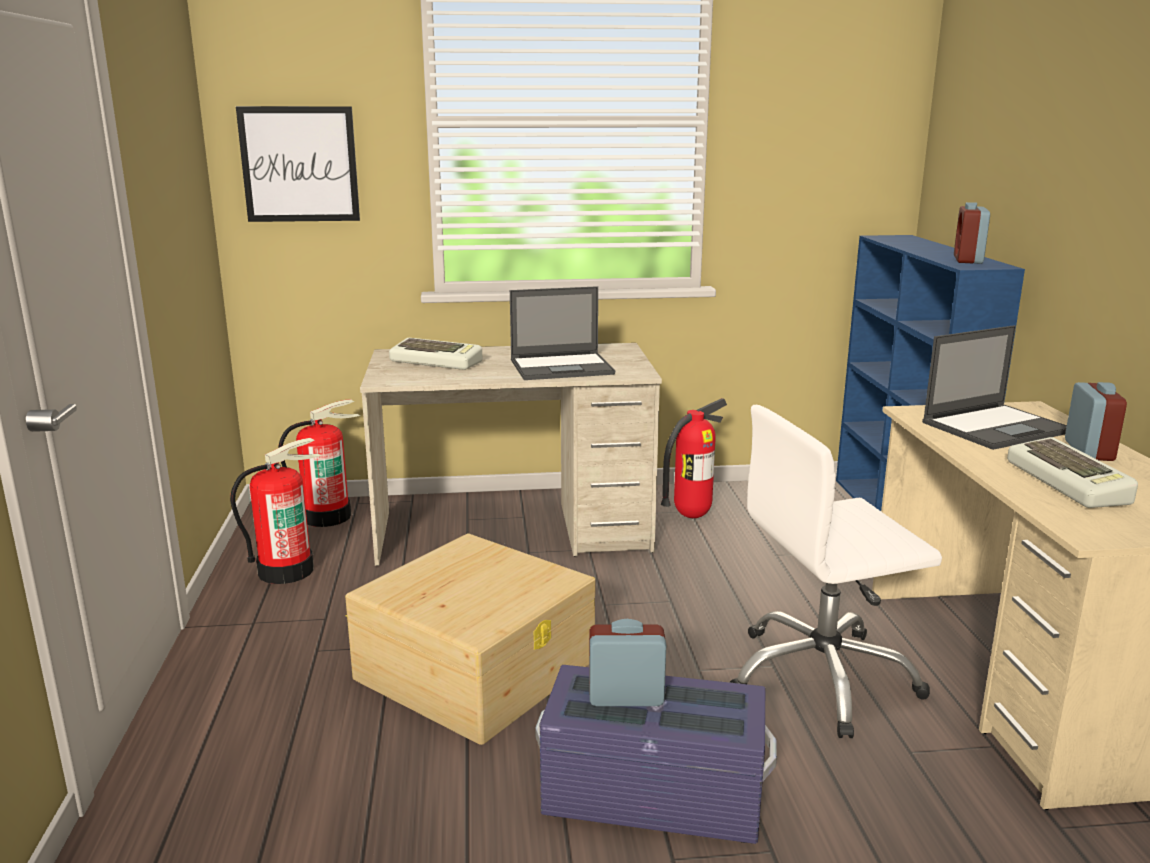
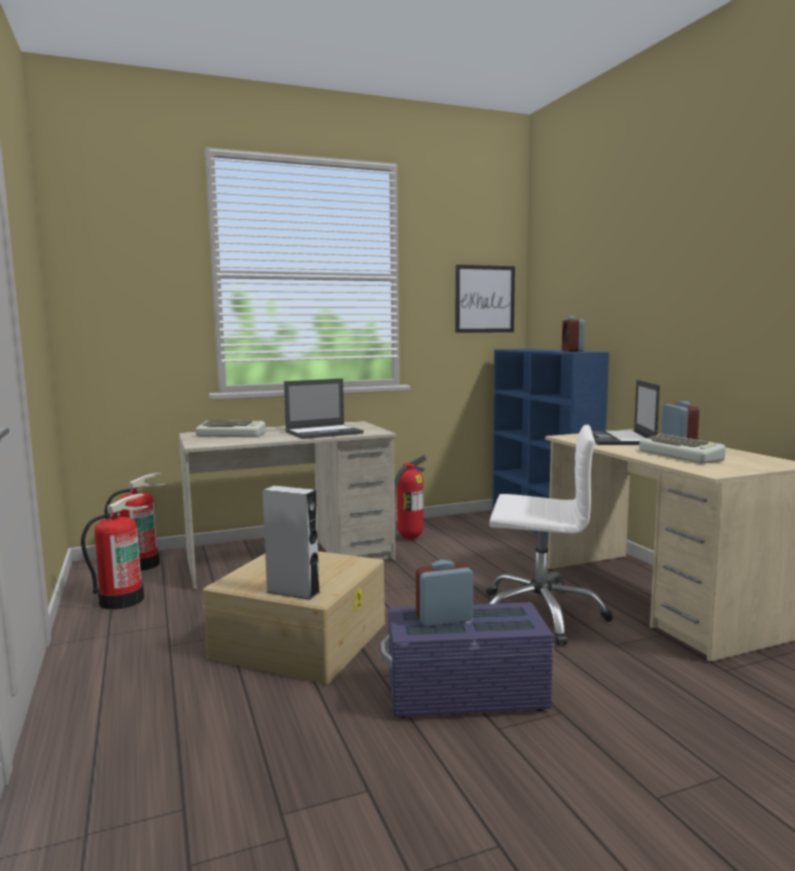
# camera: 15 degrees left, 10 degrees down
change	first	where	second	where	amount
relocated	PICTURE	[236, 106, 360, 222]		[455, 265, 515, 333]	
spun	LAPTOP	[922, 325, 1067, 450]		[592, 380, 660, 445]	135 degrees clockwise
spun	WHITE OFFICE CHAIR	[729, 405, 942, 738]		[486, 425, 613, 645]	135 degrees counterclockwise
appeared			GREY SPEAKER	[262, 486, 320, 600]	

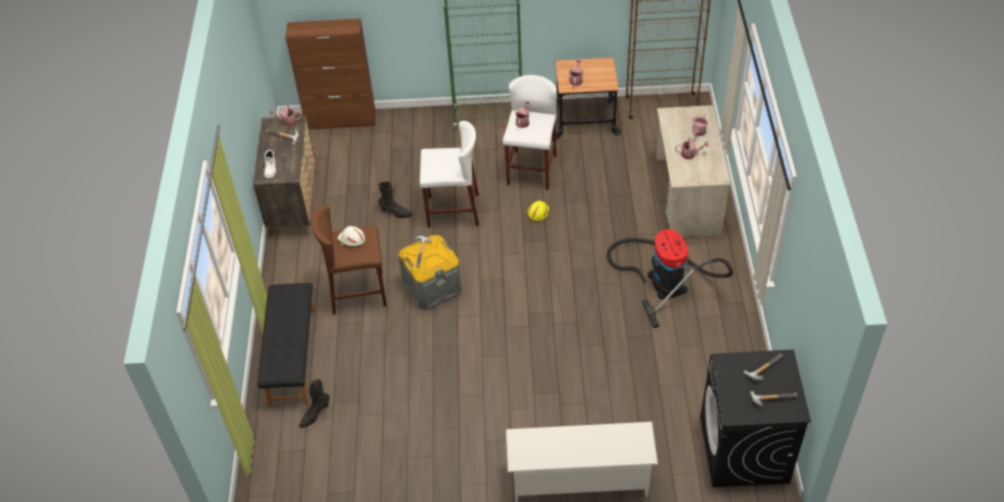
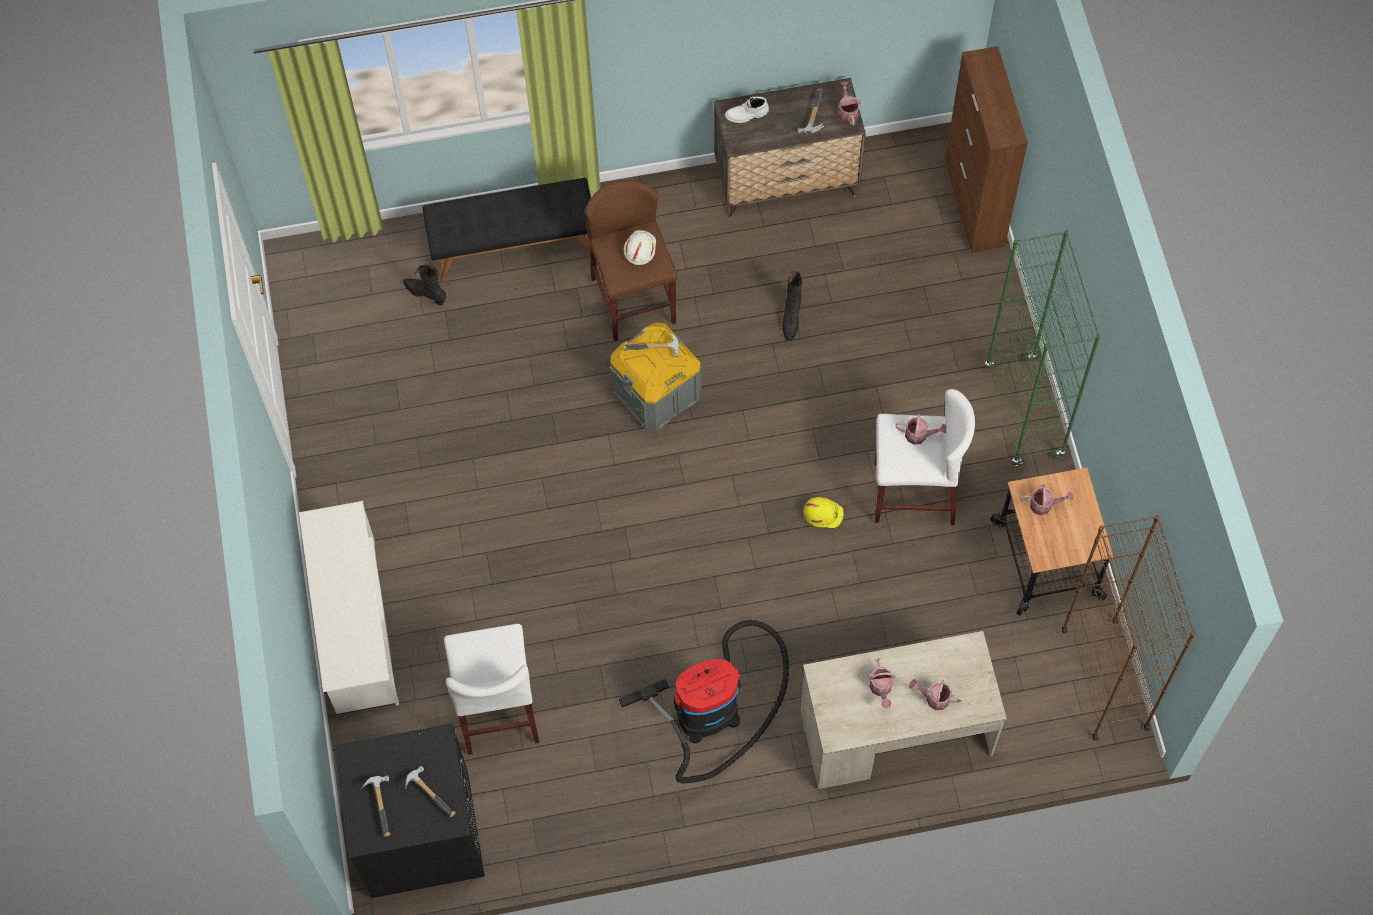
# camera: 80 degrees right, 15 degrees up
change	first	where	second	where	amount
relocated	WHITE STOOL	[420, 121, 479, 228]		[444, 624, 539, 755]	

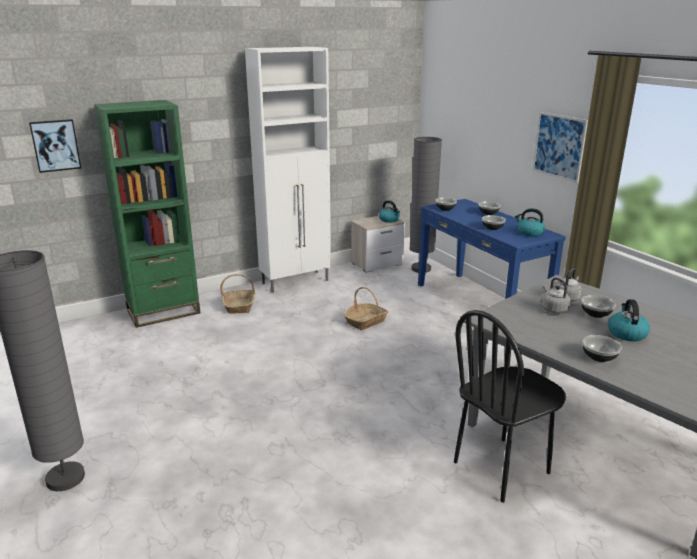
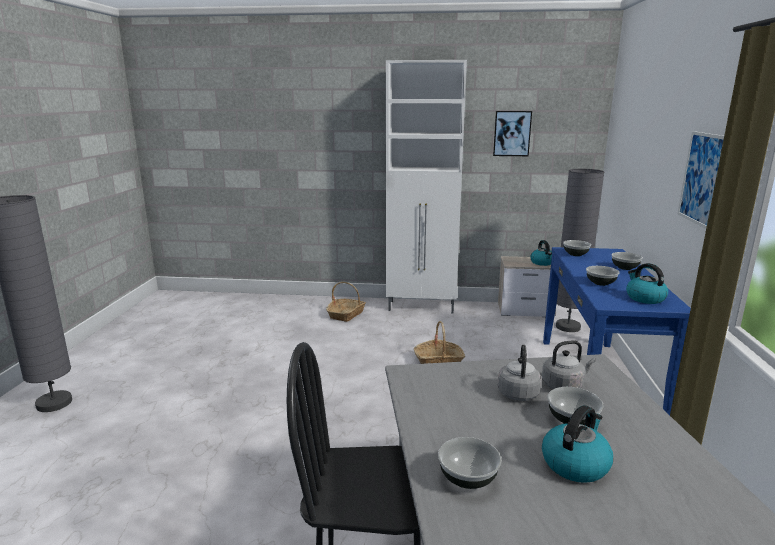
# camera: 35 degrees right, 5 degrees down
change	first	where	second	where	amount
missing	GREEN BOOKCASE	[94, 100, 200, 328]			
relocated	PICTURE	[29, 119, 81, 173]		[493, 111, 532, 156]	

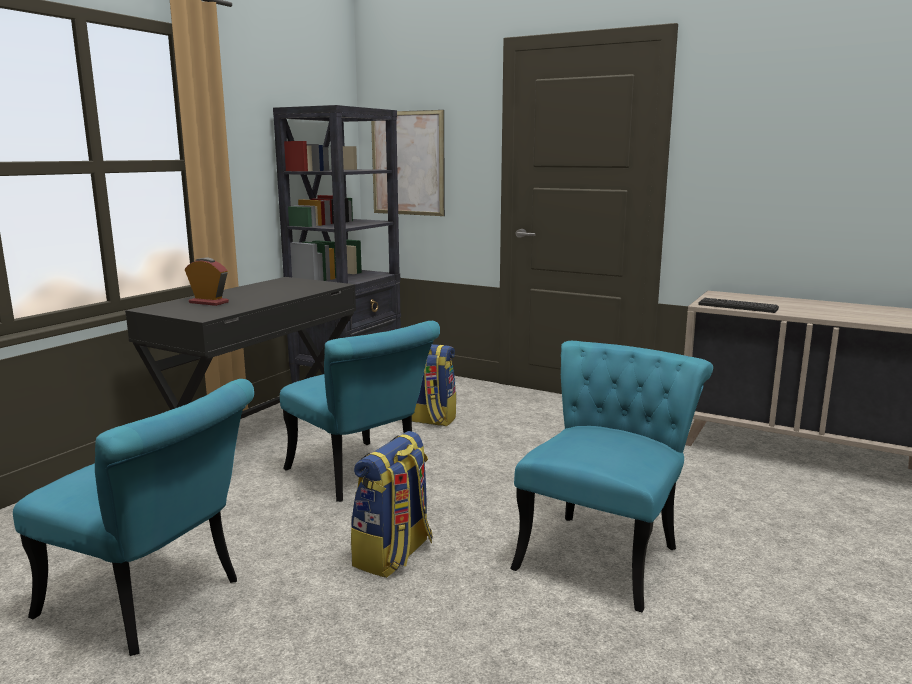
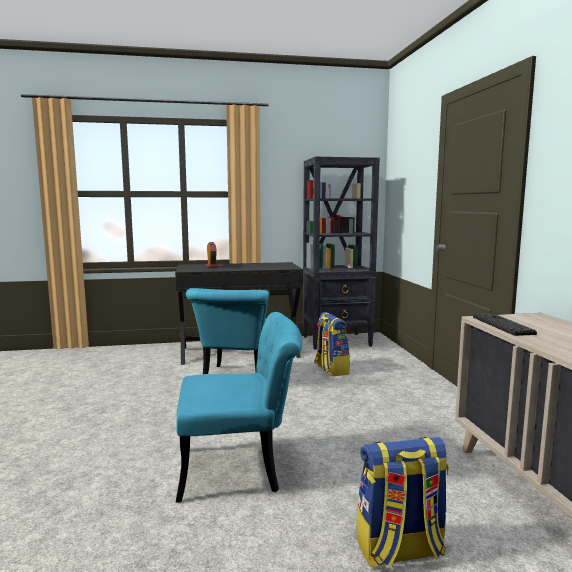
# camera: 50 degrees right, 5 degrees down
change	first	where	second	where	amount
missing	PICTURE	[371, 110, 445, 216]			
missing	TURQUOISE CHAIR	[13, 379, 254, 656]			
relocated	BACKPACK	[351, 431, 433, 578]		[357, 437, 449, 567]	

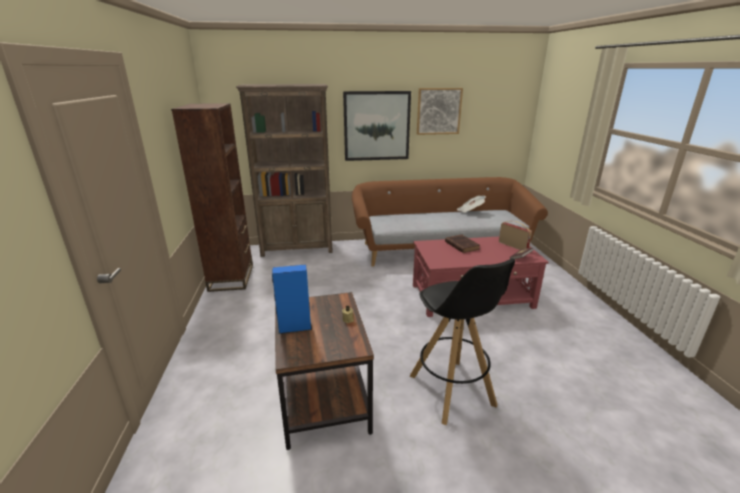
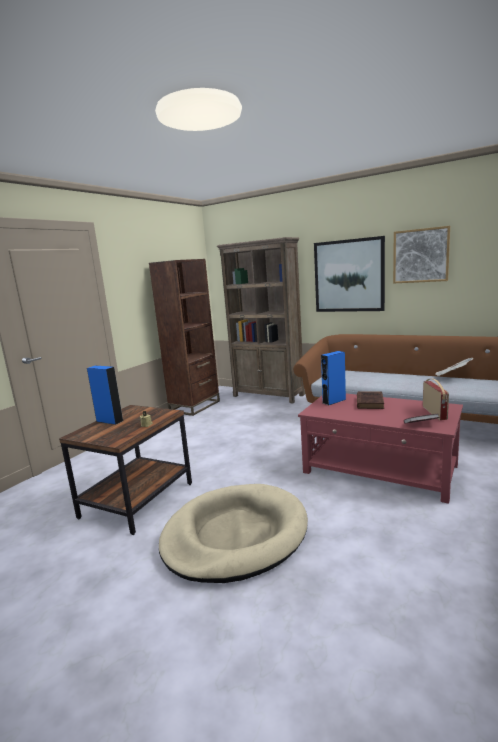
# camera: 40 degrees right, 10 degrees down
change	first	where	second	where	amount
exchanged	BLACK STOOL	[409, 258, 515, 425]	BEIGE DOG BED	[159, 484, 308, 583]	
appeared			BLUE SPEAKER	[321, 351, 346, 405]	

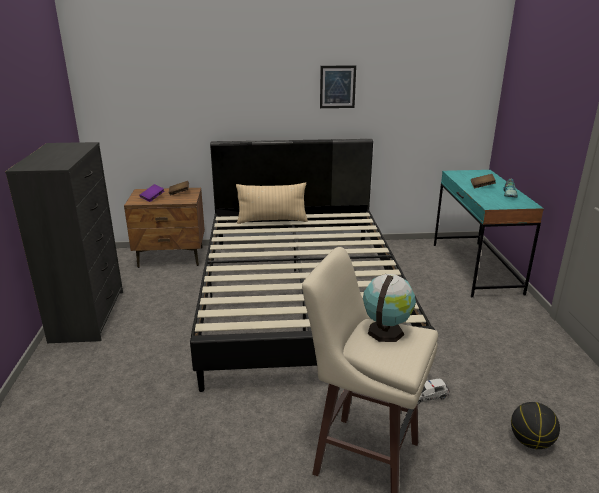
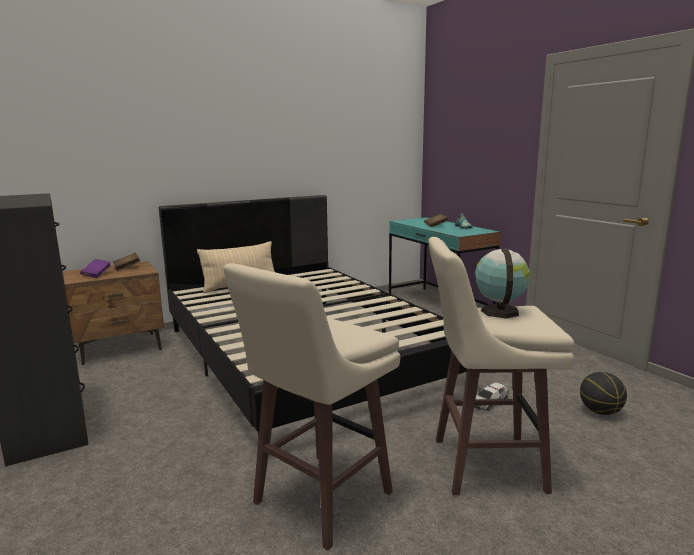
# camera: 25 degrees left, 10 degrees down
change	first	where	second	where	amount
missing	PICTURE	[320, 65, 356, 108]			
appeared			BEIGE STOOL	[223, 263, 400, 551]	

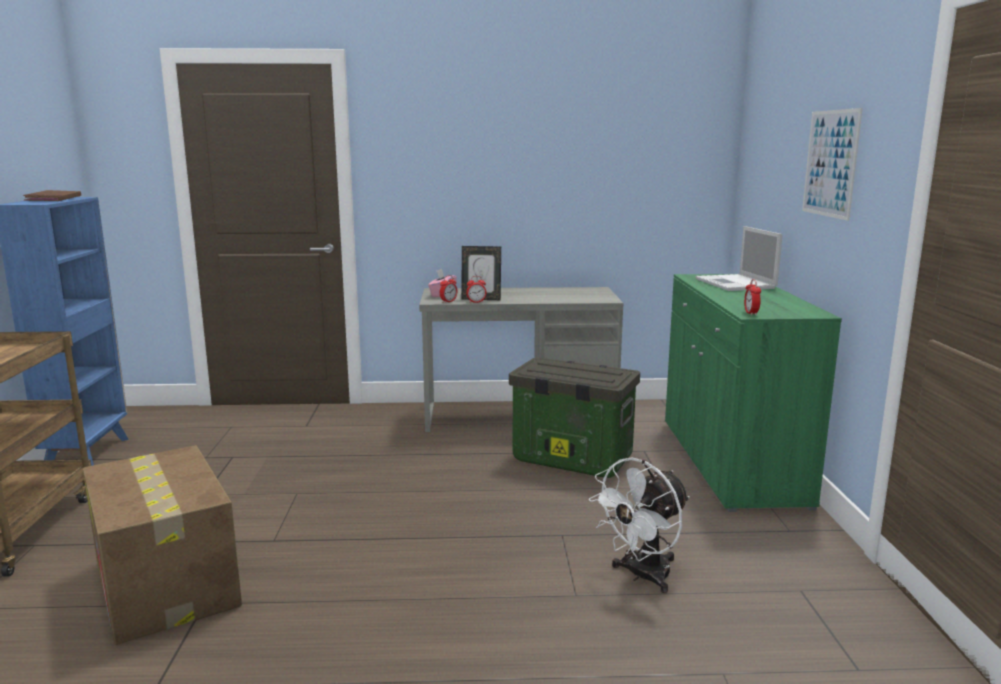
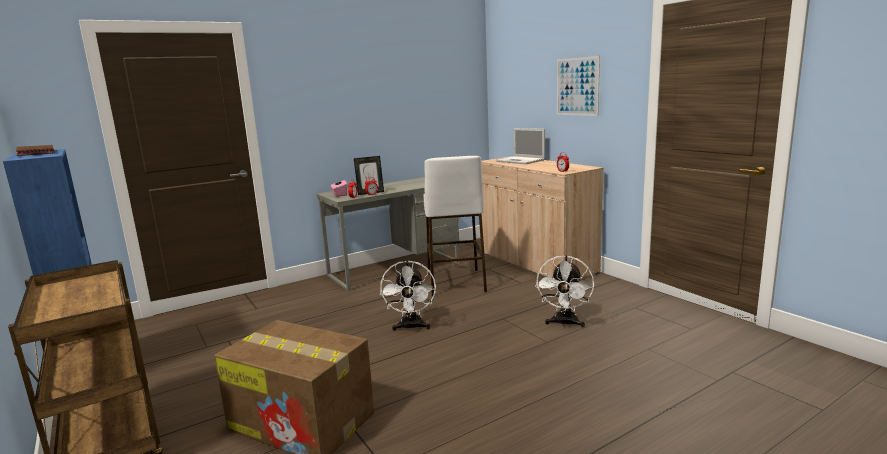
# camera: 30 degrees left, 0 degrees up
change	first	where	second	where	amount
colour	GREEN CABINET	[665, 274, 842, 512]	BEIGE CABINET	[481, 156, 604, 278]	
exchanged	STORAGE BOX	[509, 358, 640, 478]	WHITE STOOL	[423, 156, 487, 296]	
appeared			WHITE FAN	[380, 260, 436, 331]	

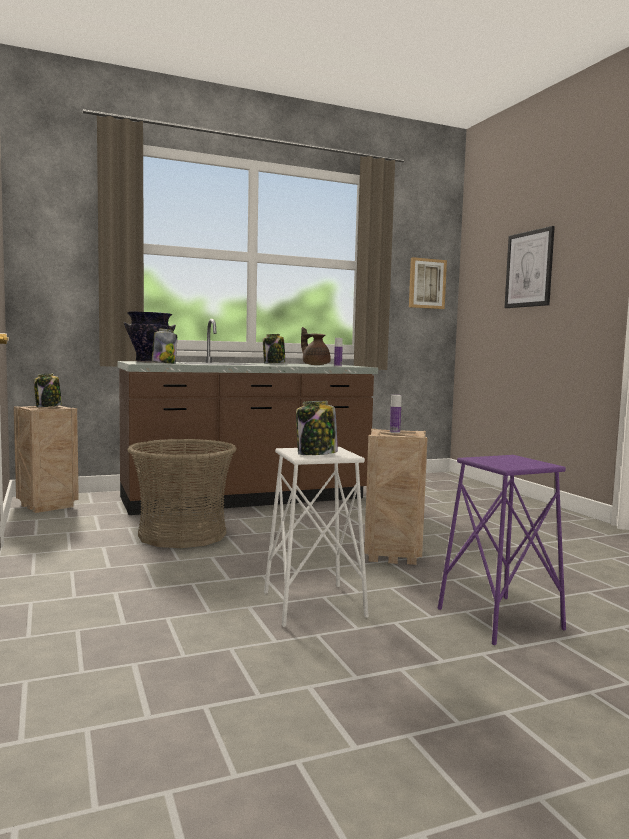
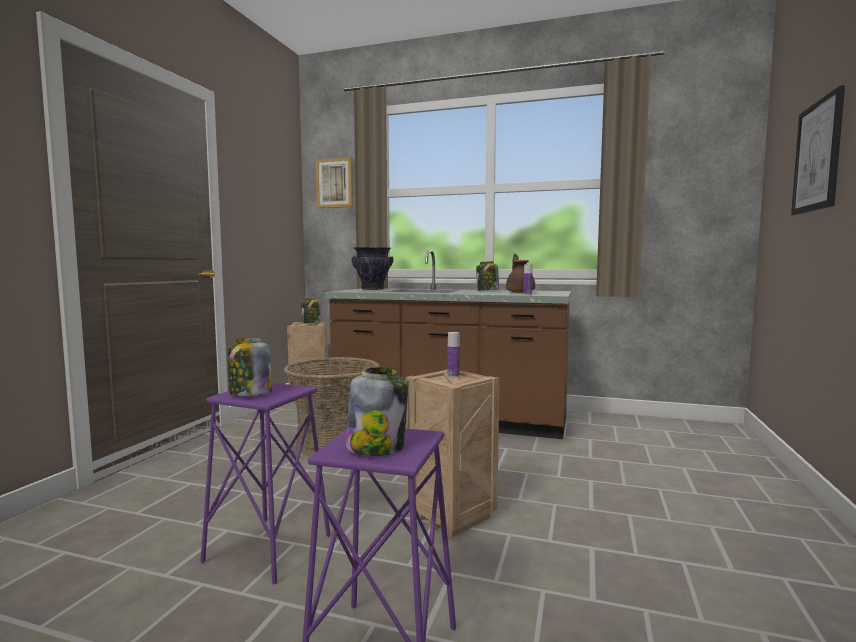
# camera: 40 degrees right, 0 degrees up
change	first	where	second	where	amount
relocated	PICTURE	[409, 257, 447, 309]		[316, 157, 353, 208]	
relocated	JAR	[152, 329, 177, 364]		[346, 367, 408, 456]	
colour	WHITE STOOL	[264, 447, 368, 627]	PURPLE STOOL	[200, 383, 331, 585]	

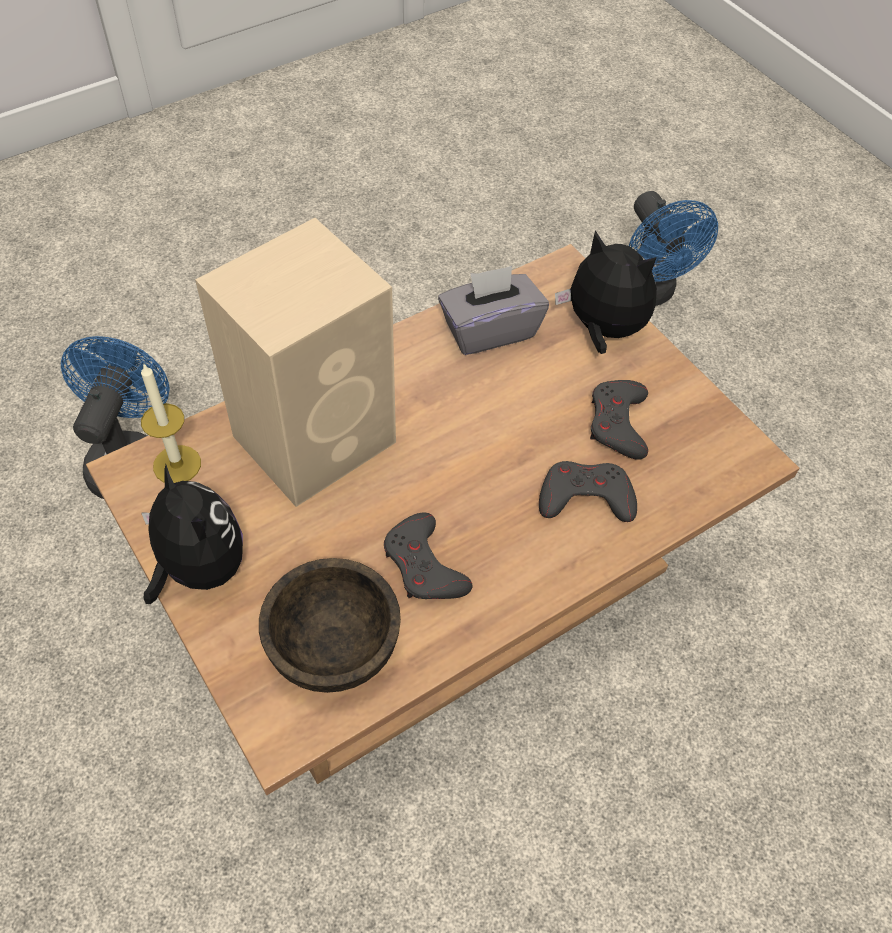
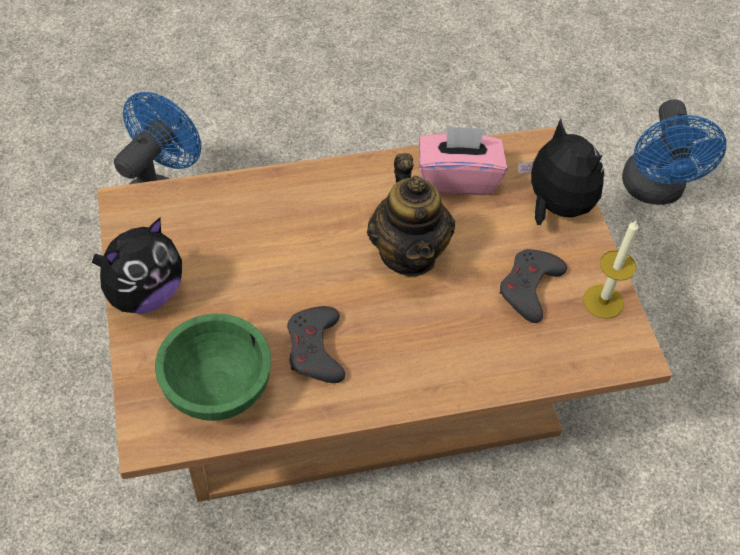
# camera: 20 degrees right, 0 degrees up
change	first	where	second	where	amount
missing	BEIGE SPEAKER	[195, 218, 396, 507]			
colour	GREY TISSUE BOX	[438, 266, 549, 355]	PINK TISSUE BOX	[419, 125, 507, 195]	
relocated	CANDLE	[141, 364, 201, 483]		[583, 219, 638, 319]	
missing	GREY GAME CONTROLLER	[539, 461, 637, 522]			
spun	PLUSH TOY	[142, 465, 243, 604]		[92, 218, 182, 314]	60 degrees clockwise
colour	BROWN BOWL	[259, 558, 401, 693]	GREEN BOWL	[155, 314, 271, 421]	
appeared			TEAPOT	[367, 153, 455, 276]	

